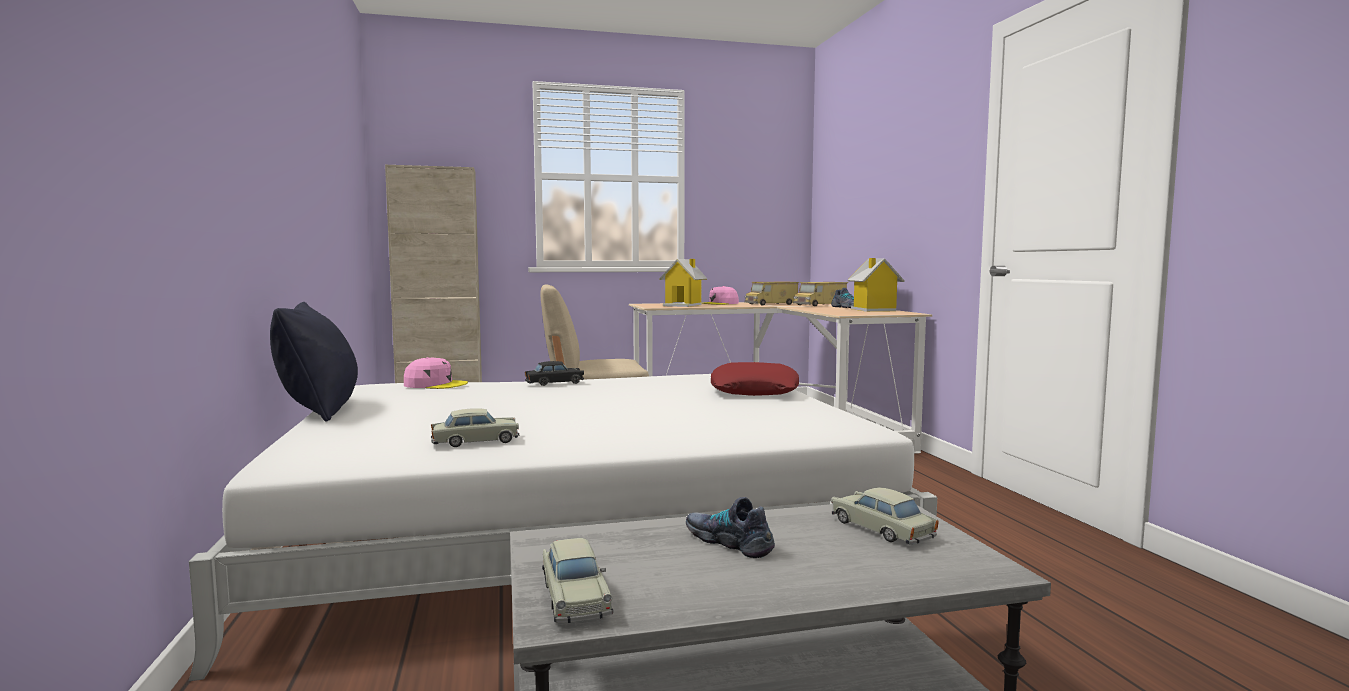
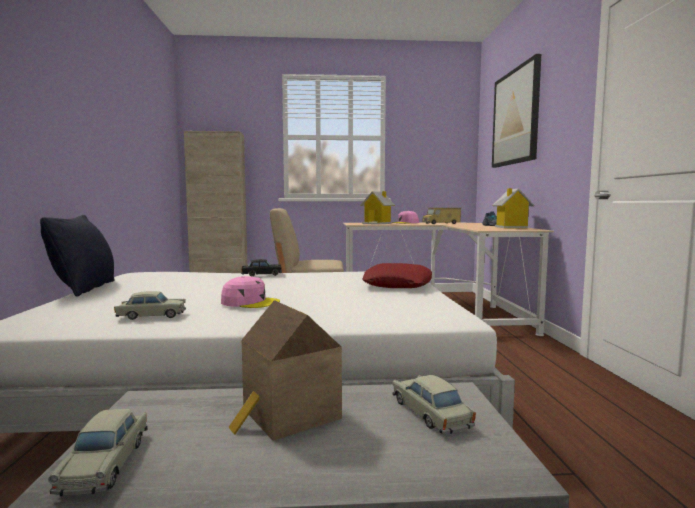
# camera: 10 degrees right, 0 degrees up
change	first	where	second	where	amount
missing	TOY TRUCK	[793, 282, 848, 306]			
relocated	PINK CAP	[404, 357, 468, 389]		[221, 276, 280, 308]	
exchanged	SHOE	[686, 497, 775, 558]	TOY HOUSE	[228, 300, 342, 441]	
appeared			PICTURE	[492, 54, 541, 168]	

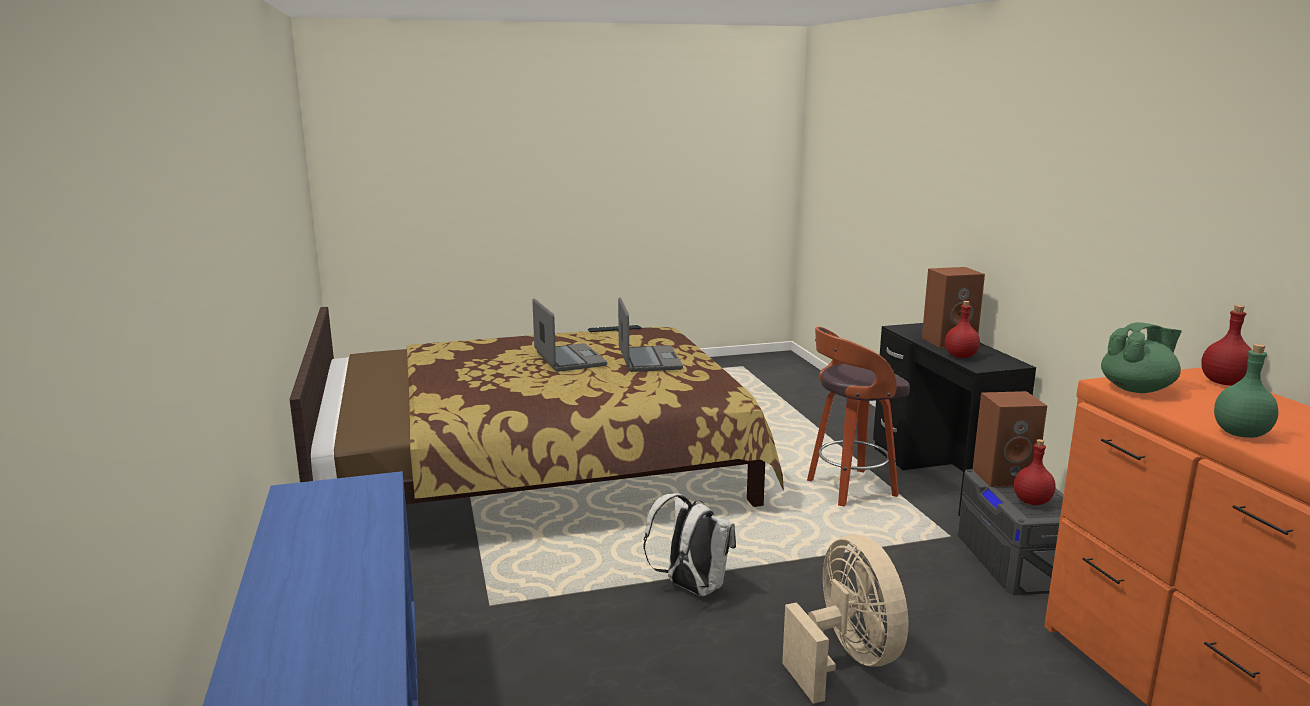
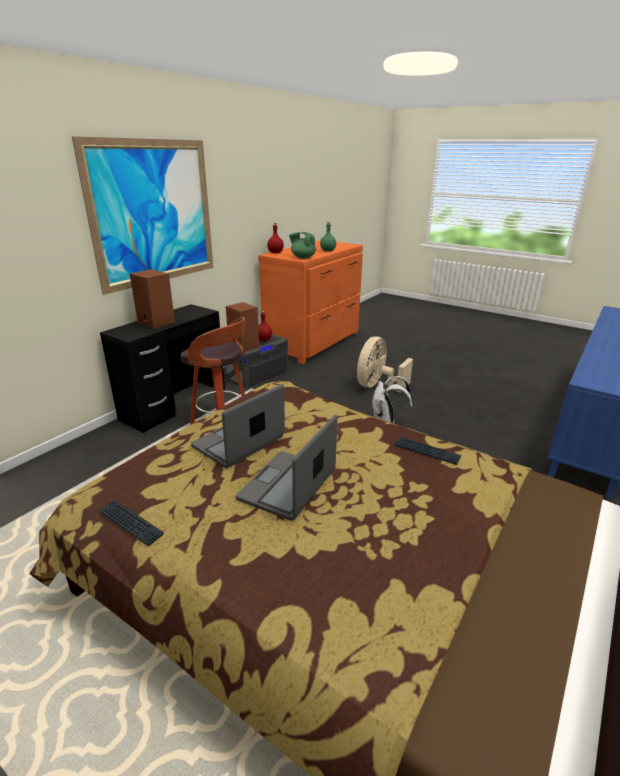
# camera: 130 degrees left, 10 degrees up
change	first	where	second	where	amount
missing	RED BOTTLE	[945, 301, 980, 358]			
appeared			PICTURE	[72, 136, 213, 295]	
appeared			KEYBOARD	[394, 437, 461, 465]	

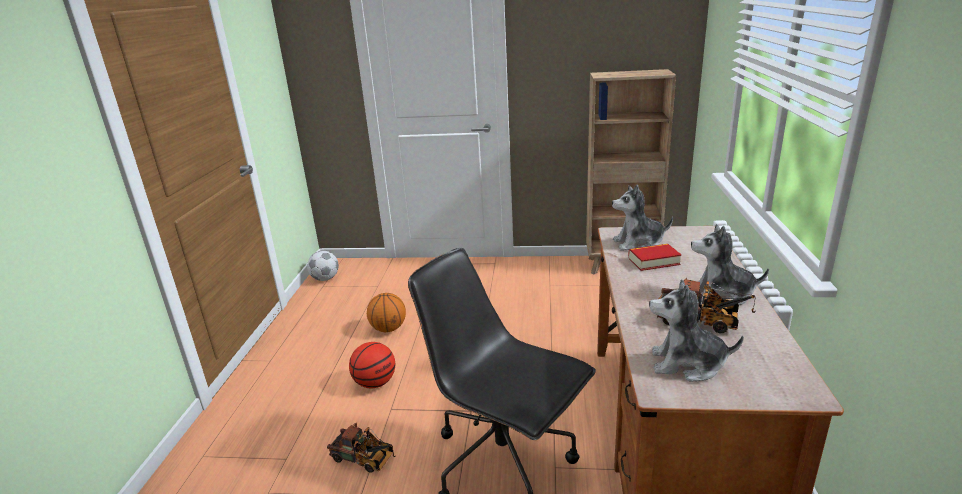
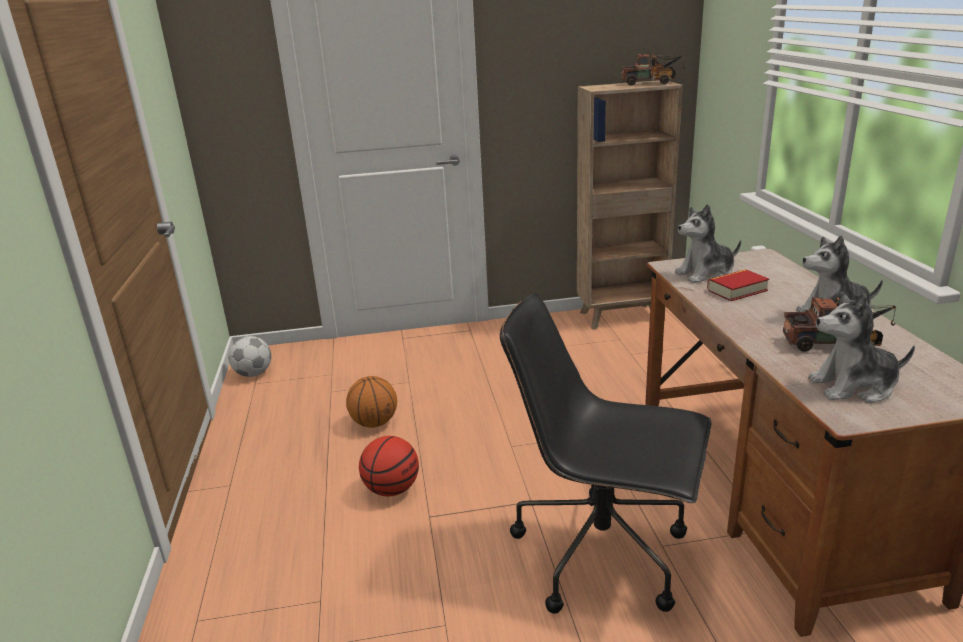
# camera: 15 degrees left, 0 degrees up
change	first	where	second	where	amount
relocated	TOY TRUCK	[327, 422, 396, 473]		[621, 53, 685, 86]	

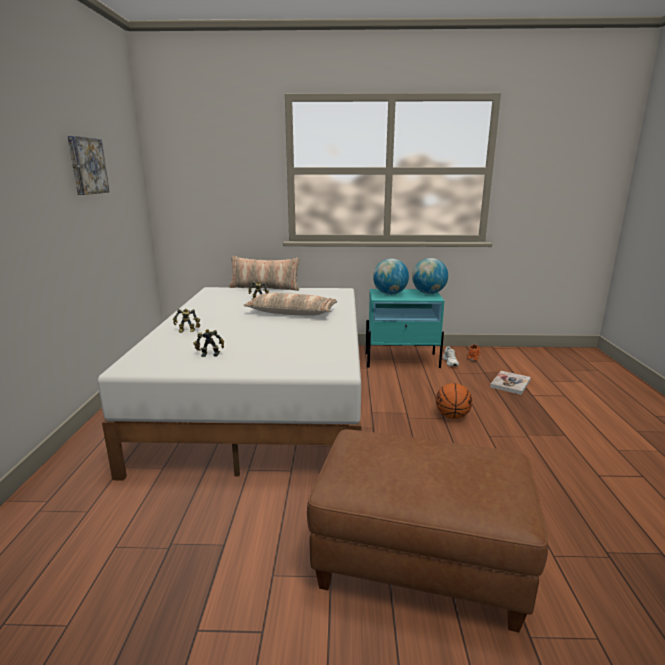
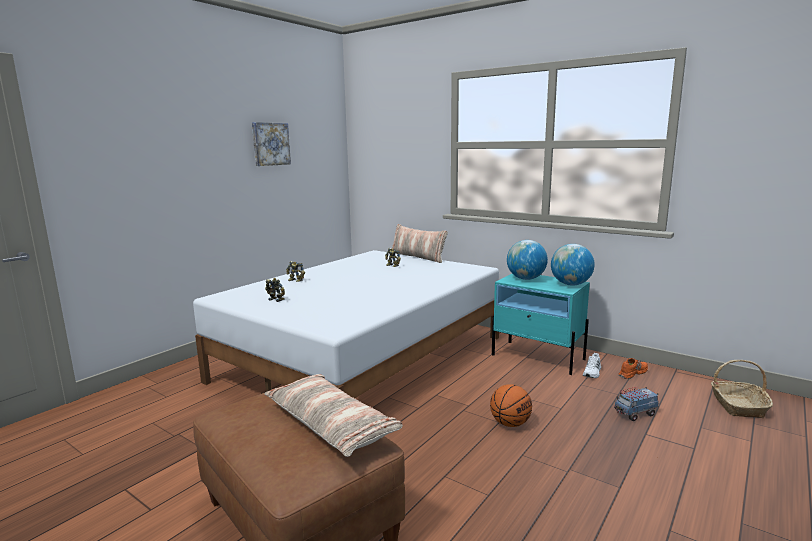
# camera: 35 degrees right, 5 degrees down
change	first	where	second	where	amount
relocated	PILLOW	[243, 293, 337, 316]		[265, 374, 403, 457]	
exchanged	BOOK	[490, 371, 531, 395]	TOY TRUCK	[614, 387, 659, 421]	
appeared			BASKET	[711, 360, 773, 418]	

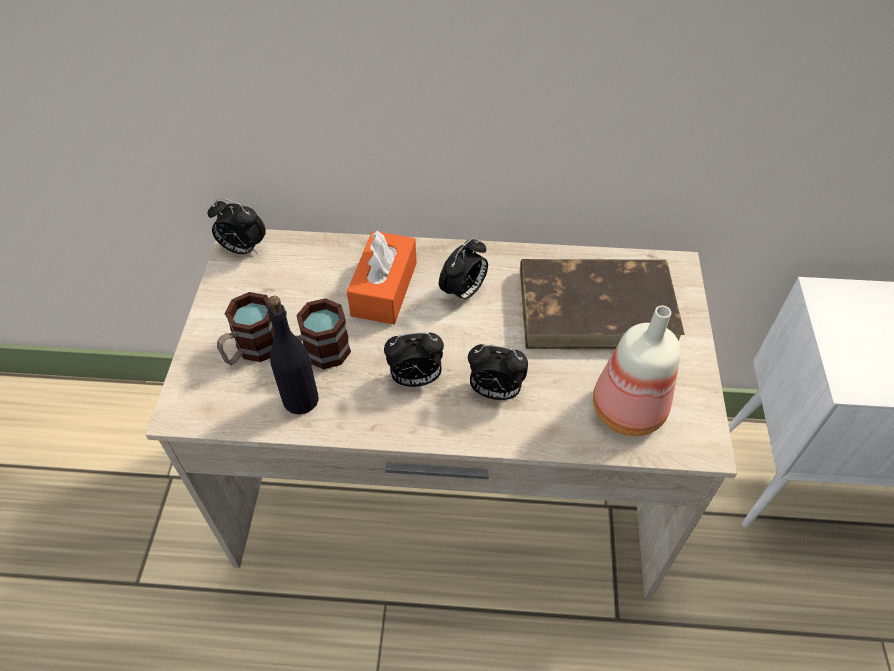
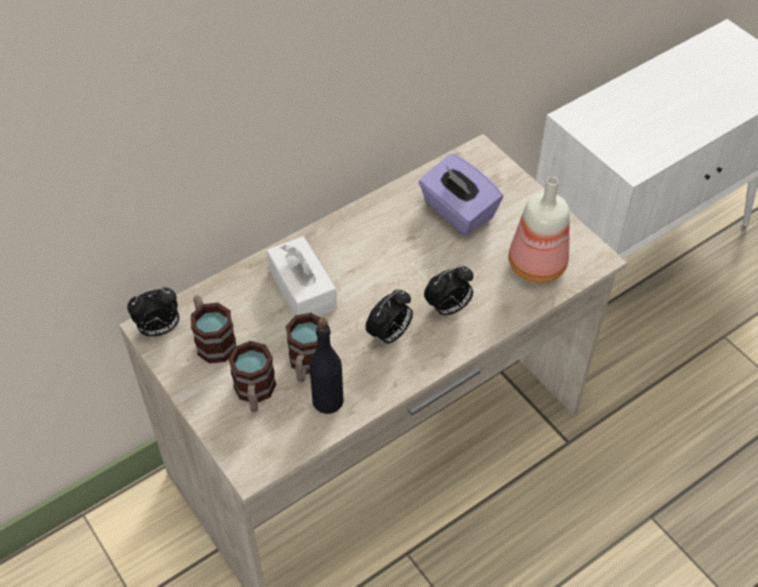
# camera: 40 degrees left, 0 degrees up
change	first	where	second	where	amount
colour	ORANGE TISSUE BOX	[347, 231, 417, 324]	WHITE TISSUE BOX	[266, 236, 337, 316]	
missing	ALARM CLOCK	[439, 238, 488, 304]			
exchanged	BROWN BOOK	[520, 259, 685, 349]	PURPLE TISSUE BOX	[419, 154, 503, 235]	
appeared			MUG	[191, 295, 236, 364]	

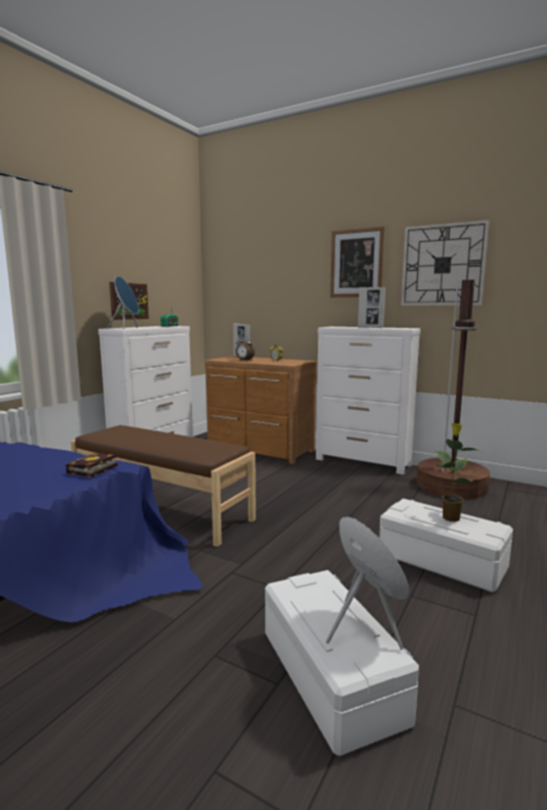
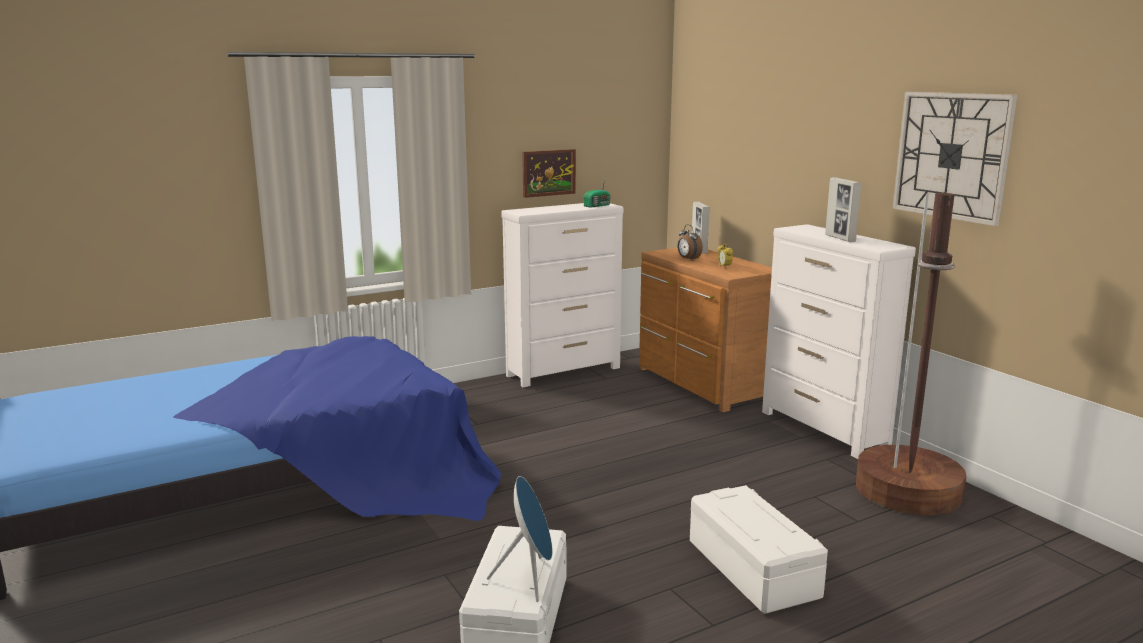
# camera: 30 degrees right, 5 degrees up
change	first	where	second	where	amount
missing	PICTURE	[330, 226, 384, 297]			
missing	BLUE SPEAKER	[107, 276, 139, 329]			
missing	POTTED PLANT	[435, 423, 482, 522]			
missing	BROWN BENCH	[71, 425, 256, 547]			
missing	BOOK	[66, 453, 118, 478]			

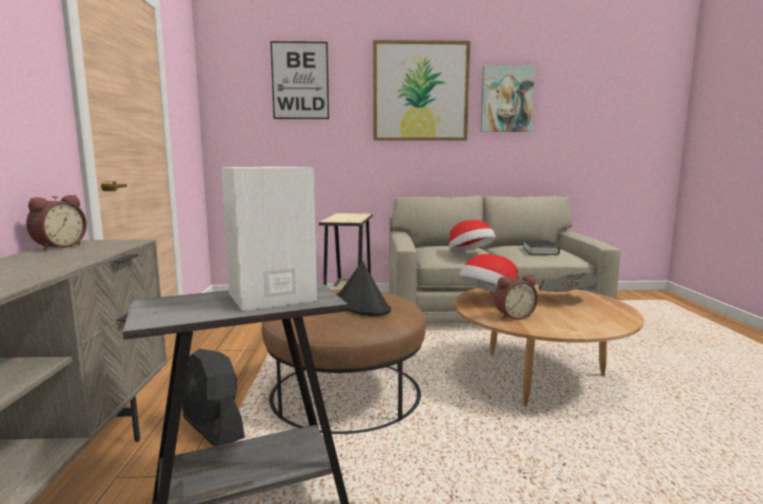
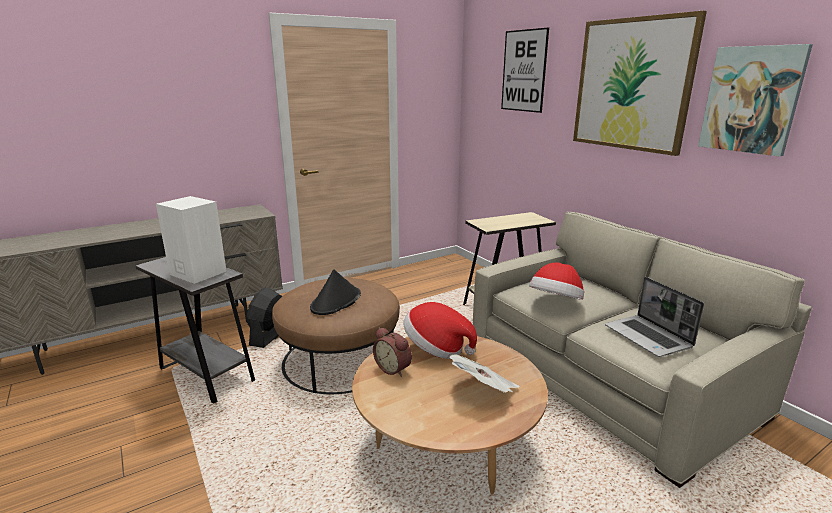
# camera: 60 degrees right, 10 degrees up
change	first	where	second	where	amount
missing	ALARM CLOCK	[26, 195, 87, 250]			
exchanged	BLACK BOOK	[523, 240, 560, 255]	LAPTOP	[605, 277, 704, 357]	

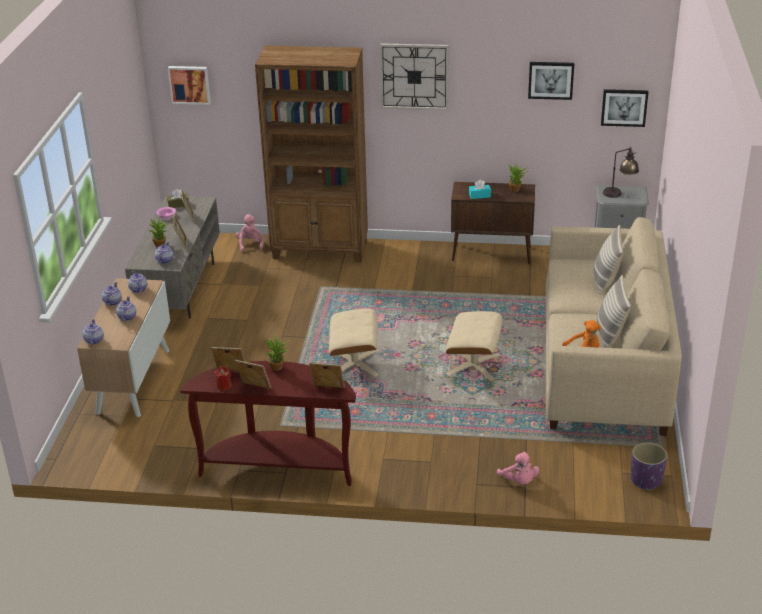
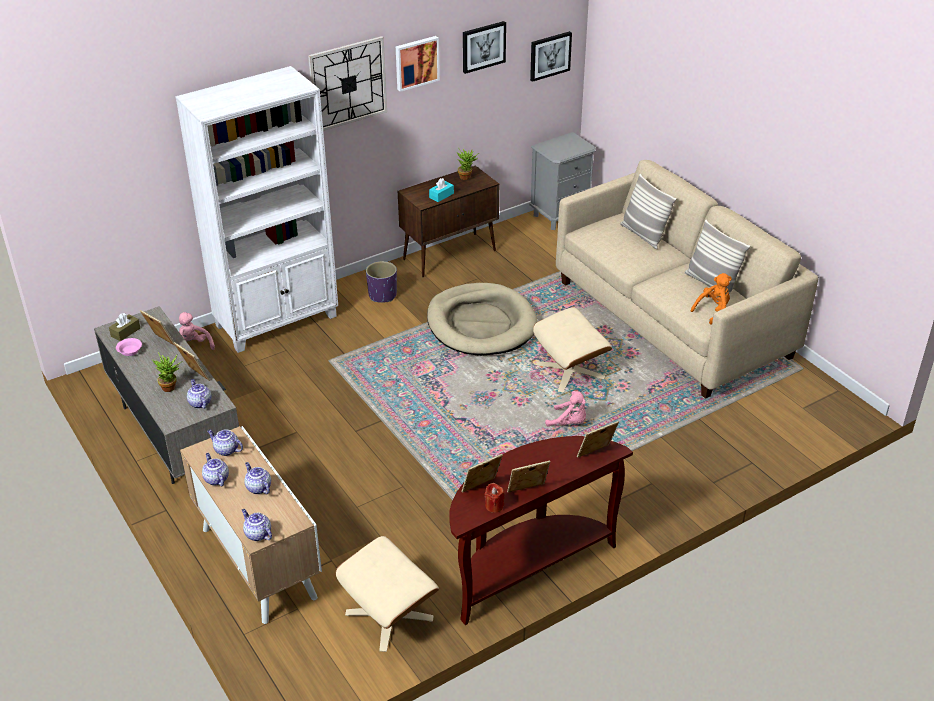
# camera: 40 degrees left, 5 degrees up
change	first	where	second	where	amount
colour	BROWN BOOKCASE	[255, 46, 368, 262]	WHITE BOOKCASE	[175, 66, 338, 353]	
relocated	PICTURE	[168, 66, 211, 105]		[396, 36, 440, 92]	
missing	TABLE LAMP	[603, 147, 639, 198]			
relocated	BEIGE OTTOMAN	[329, 308, 379, 377]		[336, 536, 439, 652]	
missing	POTTED PLANT	[265, 333, 291, 371]			
relocated	PURPLE PLANTER	[631, 442, 667, 490]		[366, 261, 397, 303]	
relocated	PINK PLUSH TOY	[497, 451, 539, 484]		[545, 391, 586, 427]	
appeared			BEIGE DOG BED	[427, 283, 538, 356]	

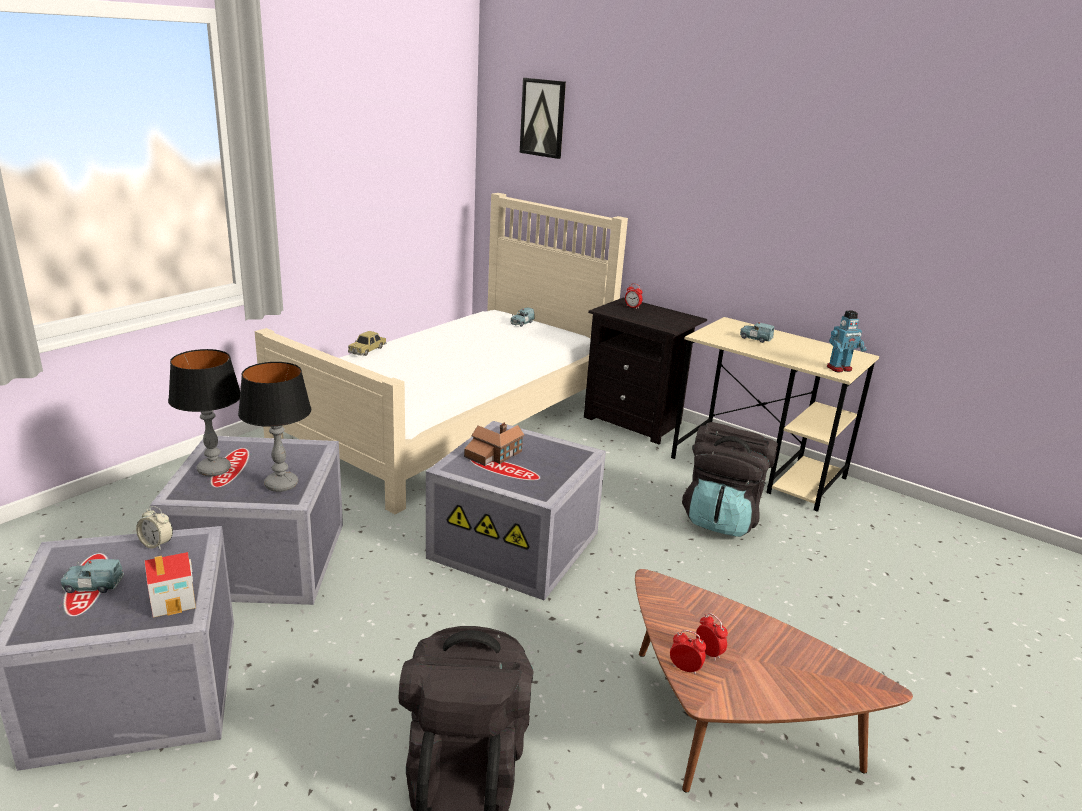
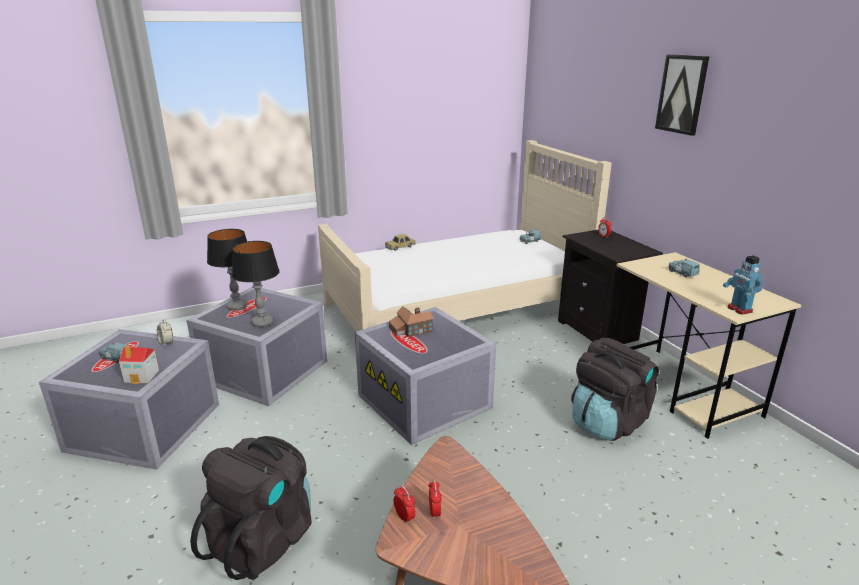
# camera: 30 degrees right, 0 degrees up
change	first	where	second	where	amount
relocated	PICTURE	[520, 78, 566, 159]		[655, 54, 709, 136]	
spun	TOY ROBOT	[827, 310, 867, 372]		[723, 255, 764, 314]	60 degrees clockwise

